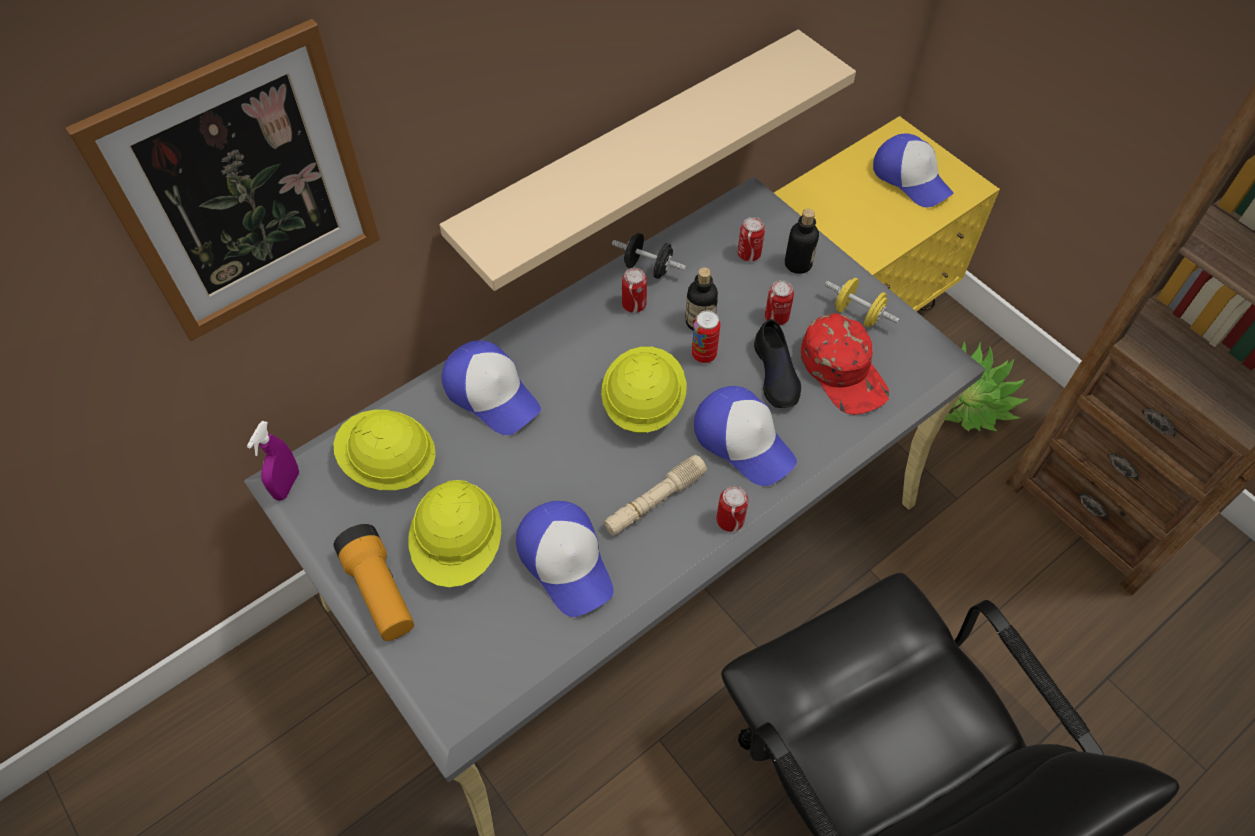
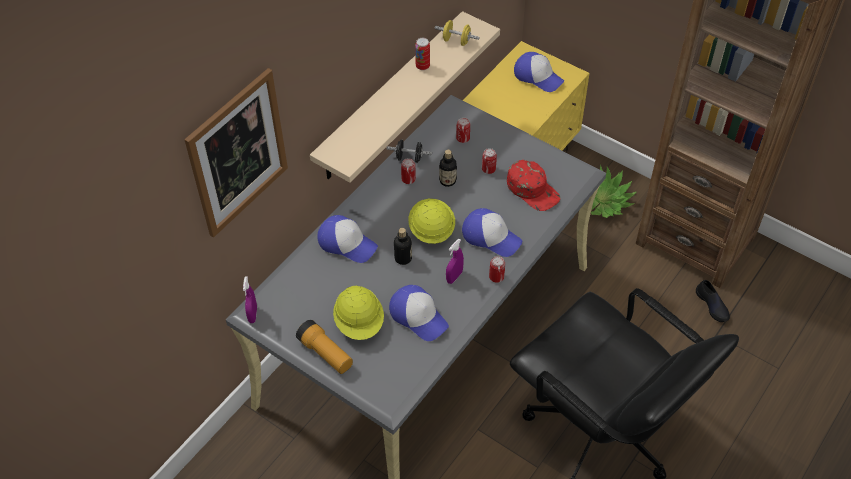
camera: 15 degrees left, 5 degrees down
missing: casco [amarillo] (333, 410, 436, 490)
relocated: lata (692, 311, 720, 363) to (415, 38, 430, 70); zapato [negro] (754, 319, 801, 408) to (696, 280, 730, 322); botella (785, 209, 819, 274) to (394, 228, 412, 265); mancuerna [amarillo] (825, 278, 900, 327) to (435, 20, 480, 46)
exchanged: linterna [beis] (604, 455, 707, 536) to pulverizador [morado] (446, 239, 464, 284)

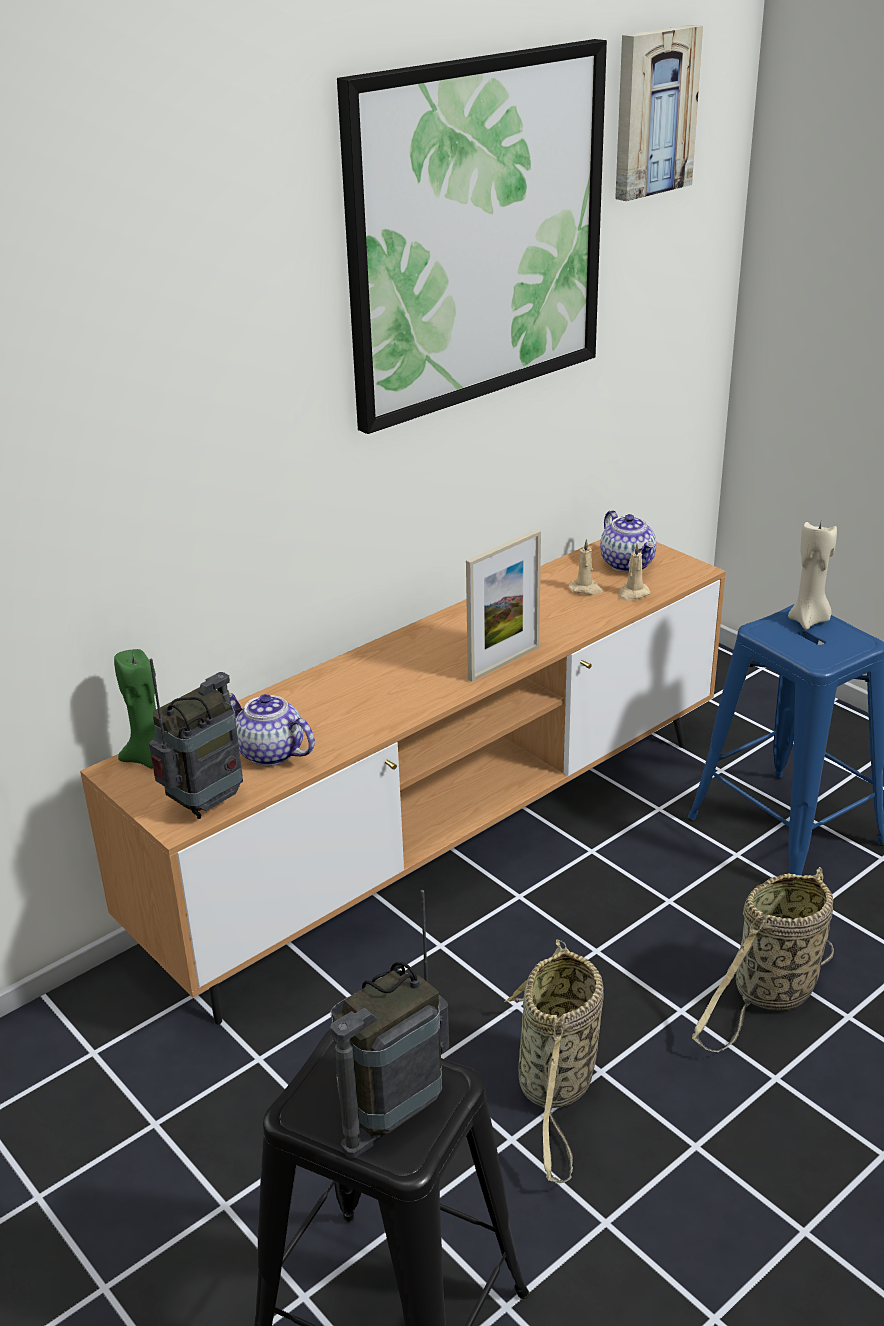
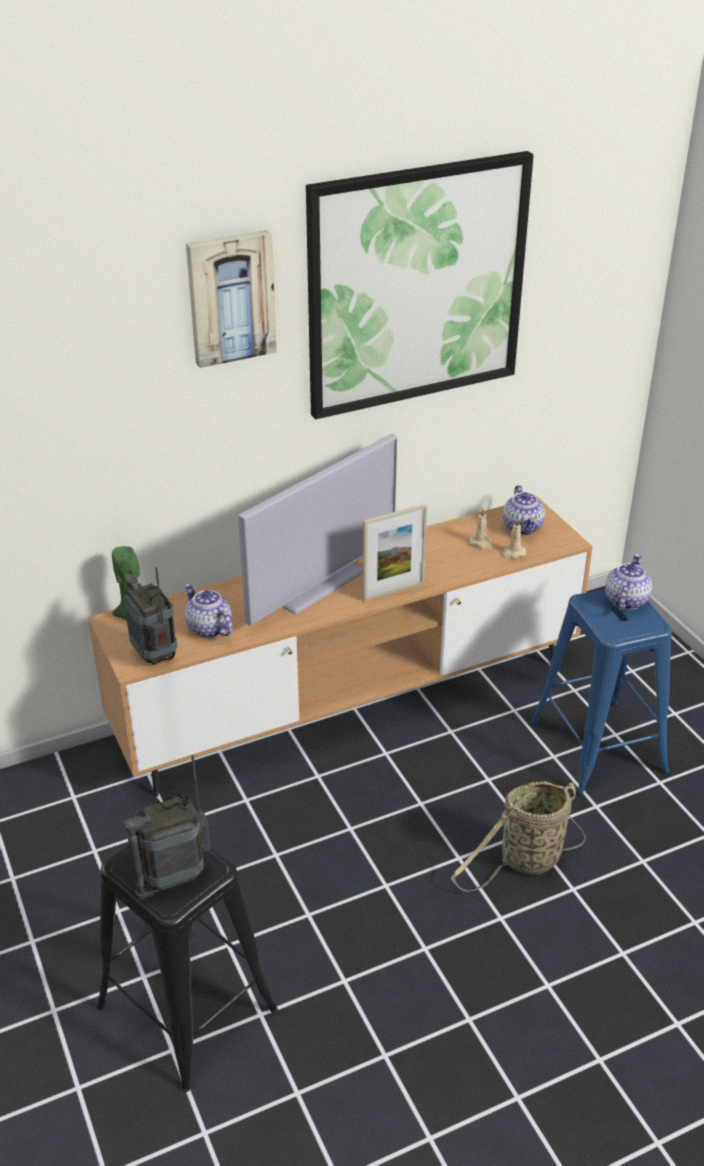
camera: 15 degrees right, 5 degrees up
missing: cesta (504, 939, 604, 1183)
appeared: televisor (238, 434, 397, 626)
relocated: cuadro (615, 25, 703, 201) to (186, 230, 277, 368)
exchanged: vela [beis] (788, 522, 837, 630) to tetera (605, 554, 652, 611)
spun: radio (149, 658, 243, 819) = (124, 567, 178, 665) 90 degrees counterclockwise

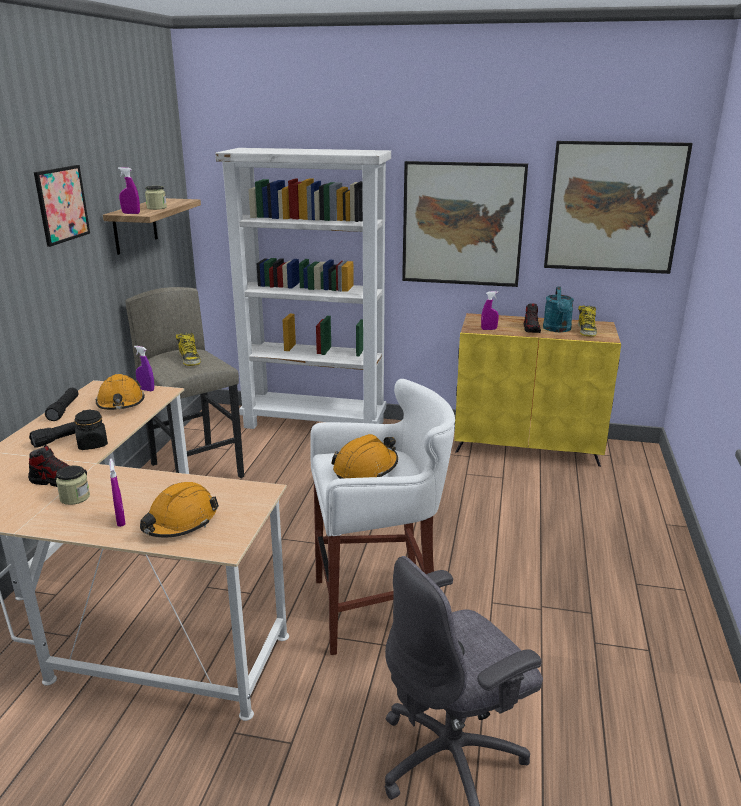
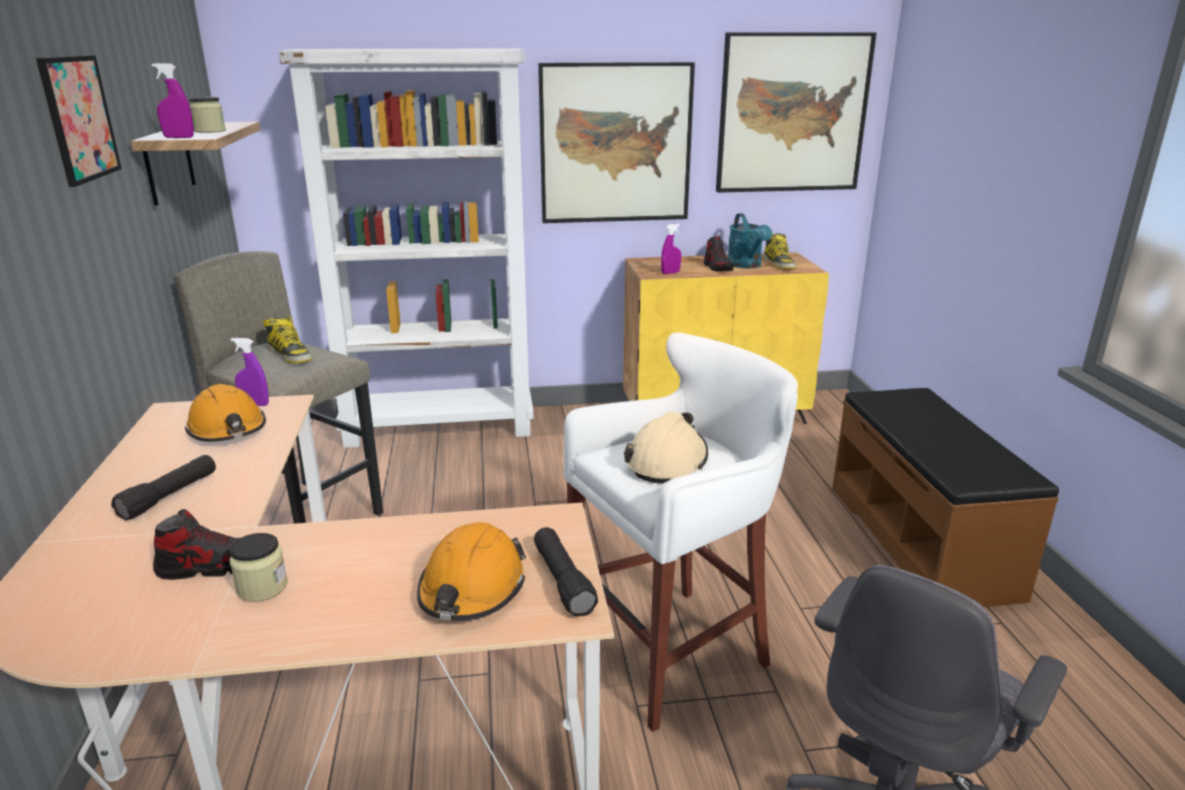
camera: 20 degrees left, 0 degrees up
missing: tarro [negro] (74, 409, 108, 450); pulverizador [morado] (109, 458, 126, 527)
appeared: banco [marrón] (832, 388, 1059, 607)
relocated: linterna [negro] (45, 388, 78, 421) to (534, 527, 598, 616)
colour: casco [naranja] (331, 434, 398, 479) to casco [beis] (624, 412, 708, 484)

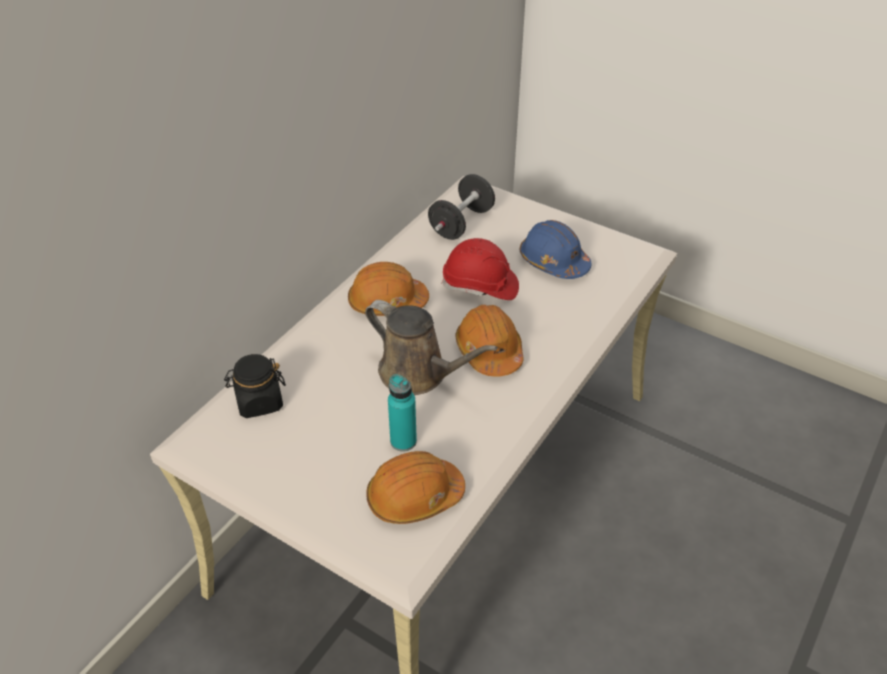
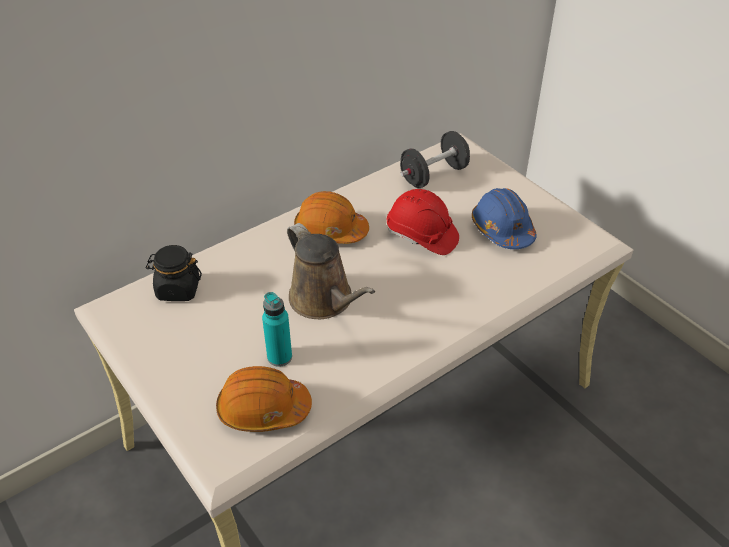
camera: 20 degrees right, 0 degrees up
missing: casco [naranja] (455, 305, 524, 377)

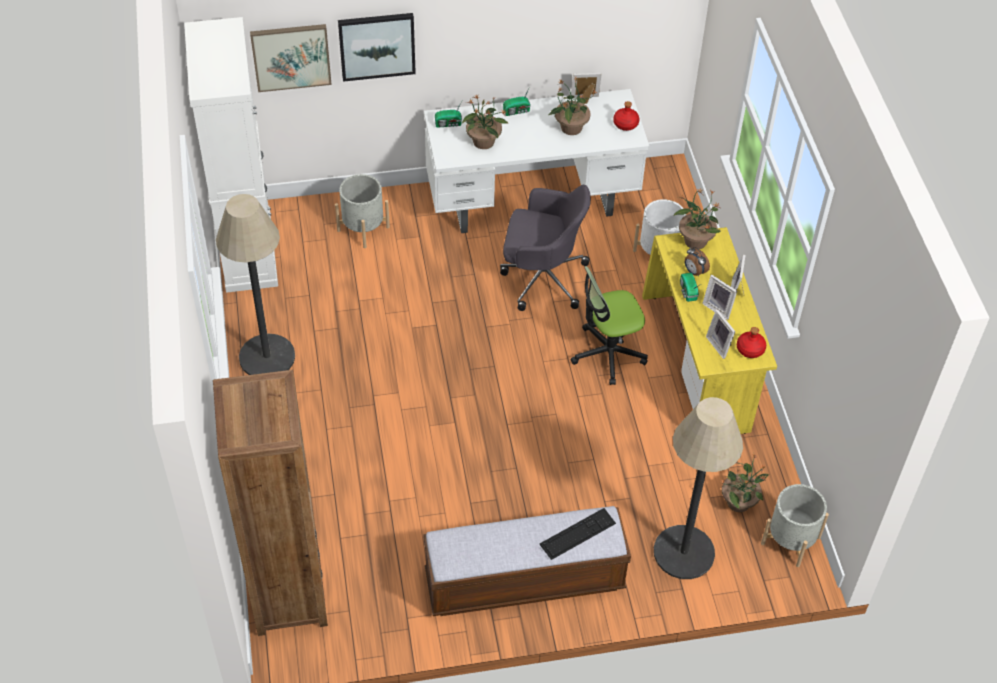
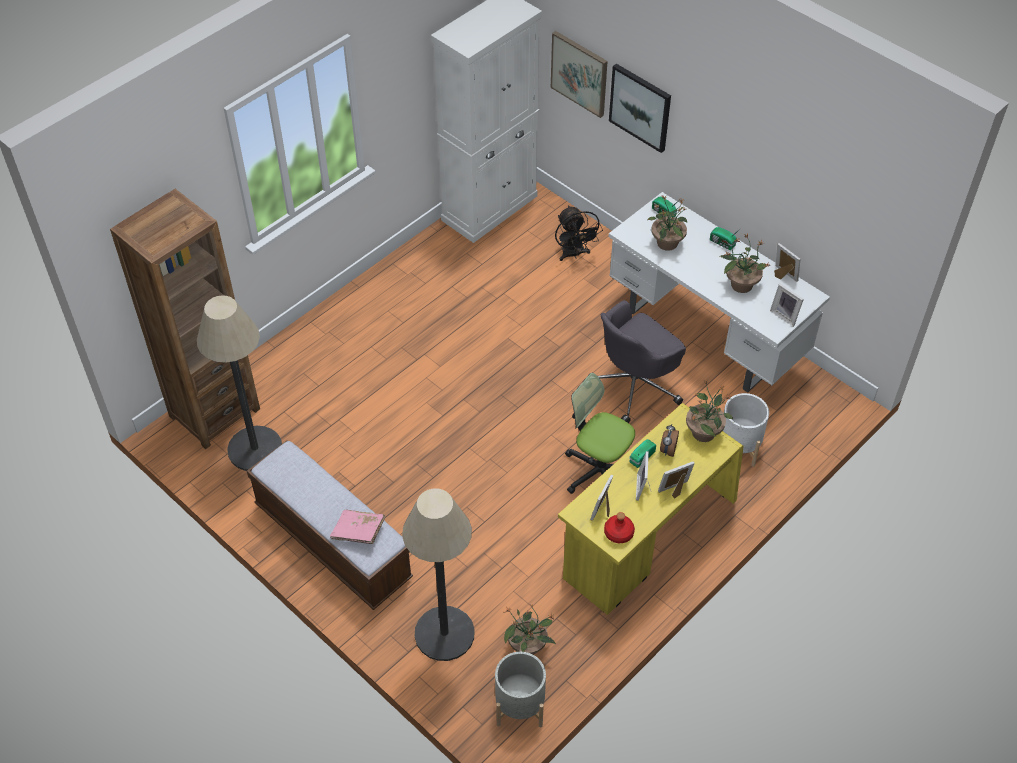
camera: 55 degrees right, 0 degrees up
relocated: lámpara de pie (216, 194, 295, 375) to (197, 295, 282, 471)
exchanged: maceta [gris] (335, 174, 390, 248) to ventilador [negro] (555, 205, 603, 261); teclado (539, 508, 616, 560) to libro [rosa] (330, 509, 385, 544); botella [rojo] (613, 101, 639, 131) to portarretratos (770, 284, 804, 327)
spun: silla de oficina [gris] (500, 185, 591, 311) = (598, 300, 686, 423) 75 degrees clockwise

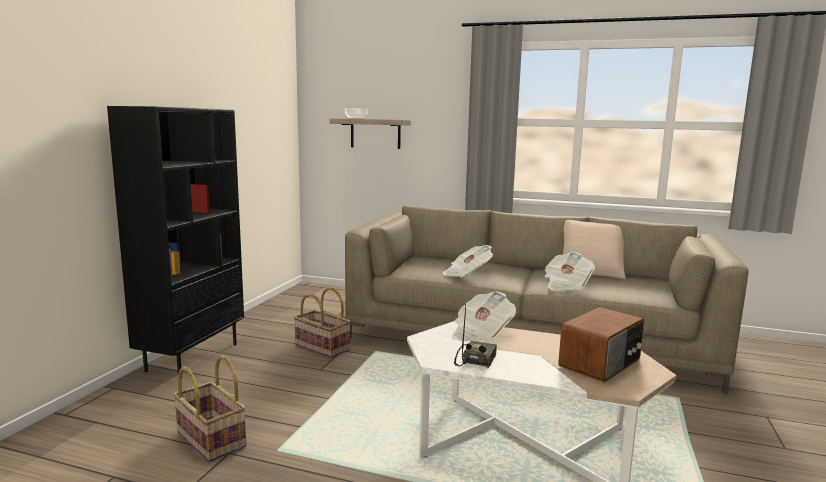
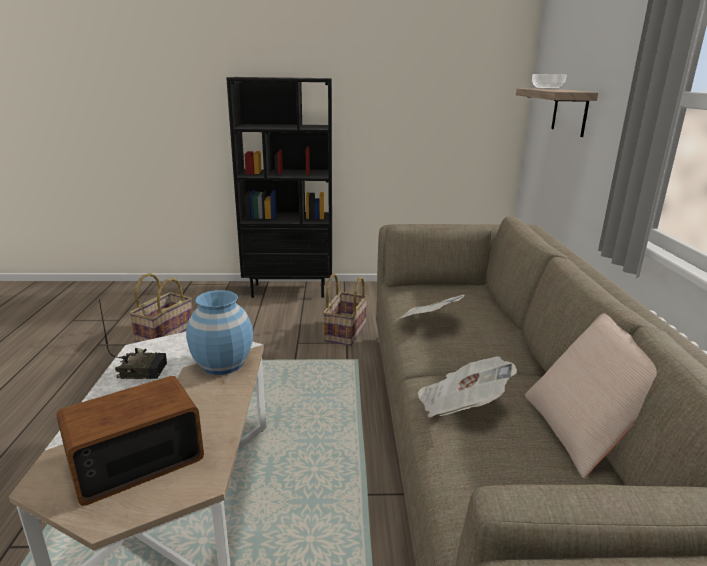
camera: 70 degrees right, 10 degrees up
exchanged: periódico (452, 292, 516, 343) to florero [azul] (186, 290, 253, 375)
spun: radio (558, 307, 644, 382) = (56, 376, 204, 506) 120 degrees clockwise

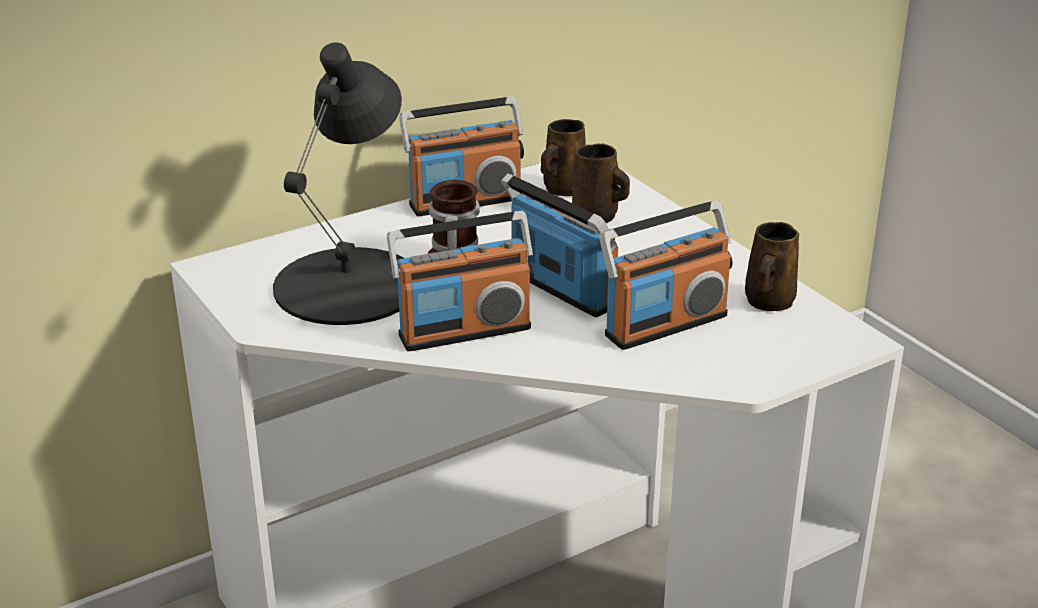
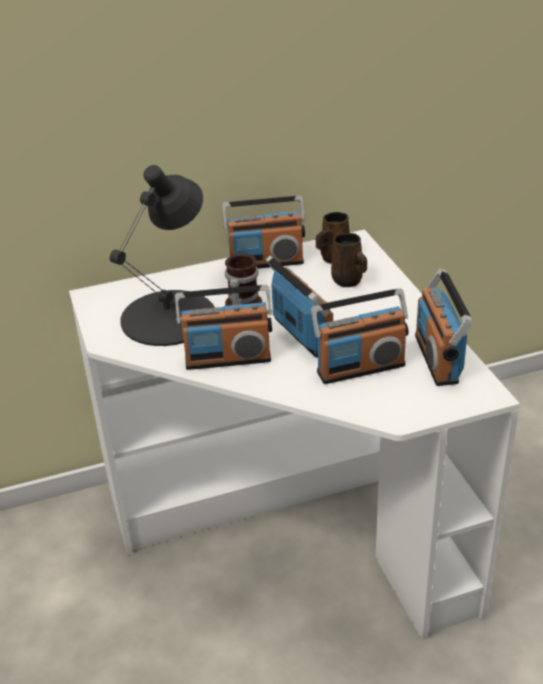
camera: 15 degrees right, 5 degrees up
exchanged: taza grande [marrón] (745, 222, 799, 311) to radio (415, 268, 473, 386)

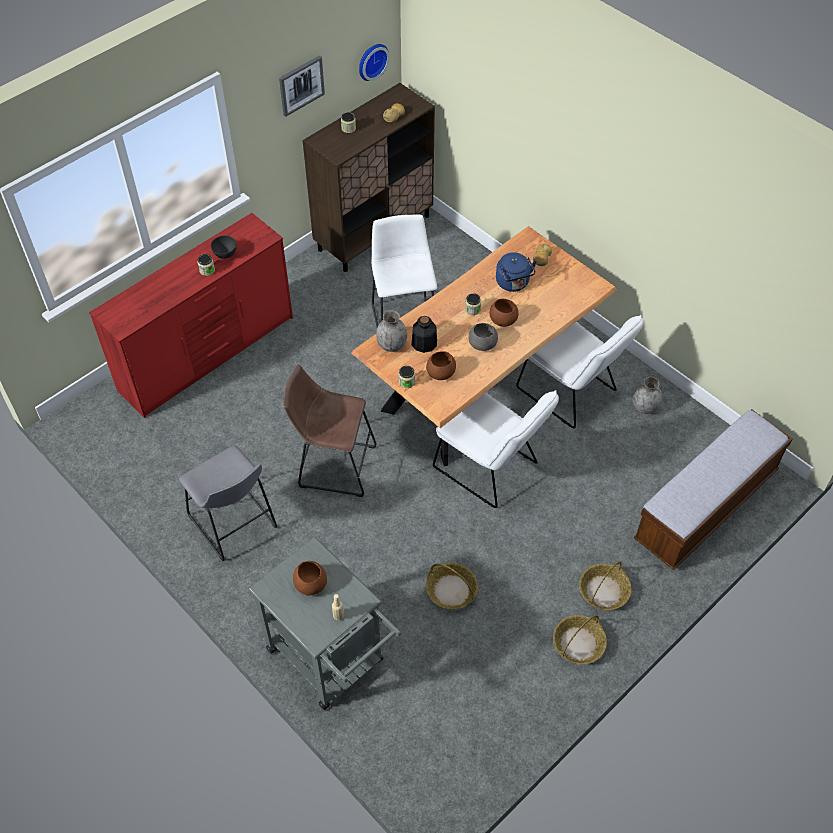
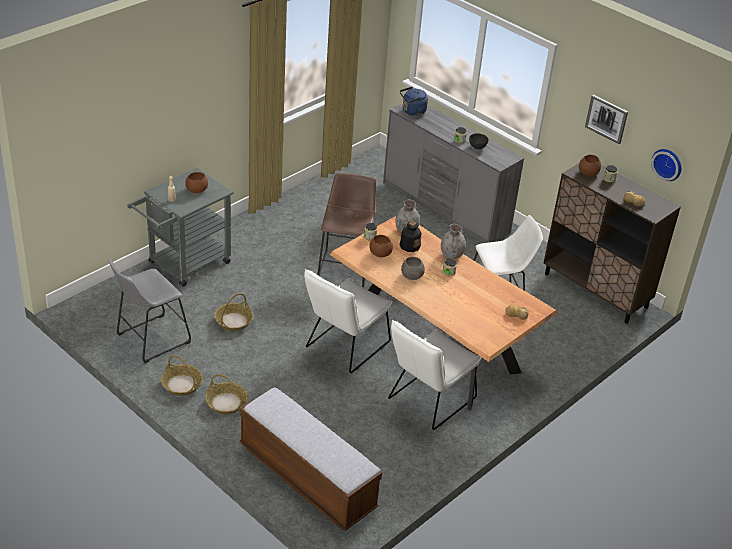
camera: 85 degrees right, 15 degrees down
relocated: taburete [gris] (179, 446, 277, 562) to (108, 258, 191, 363); cuenco [marrón] (489, 299, 519, 327) to (579, 155, 601, 176); hervidor [azul] (496, 252, 537, 292) to (400, 87, 428, 116); florero [gris] (633, 377, 662, 414) to (441, 224, 466, 259)
colour: cómoda [rojo] (89, 213, 293, 418) to cómoda [gris] (383, 103, 524, 243)

